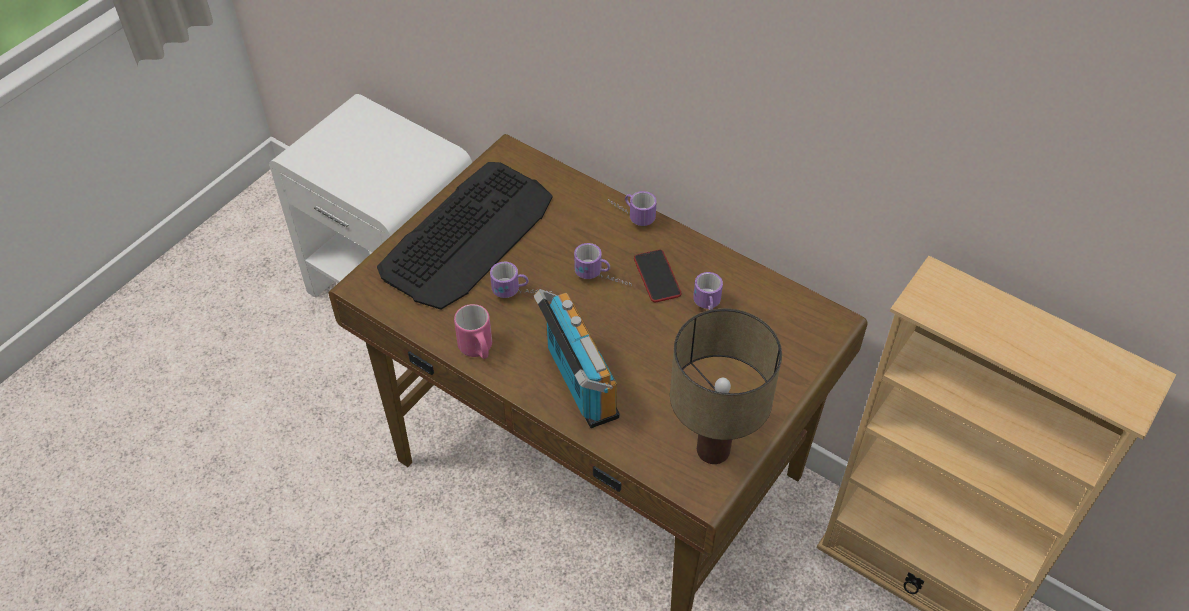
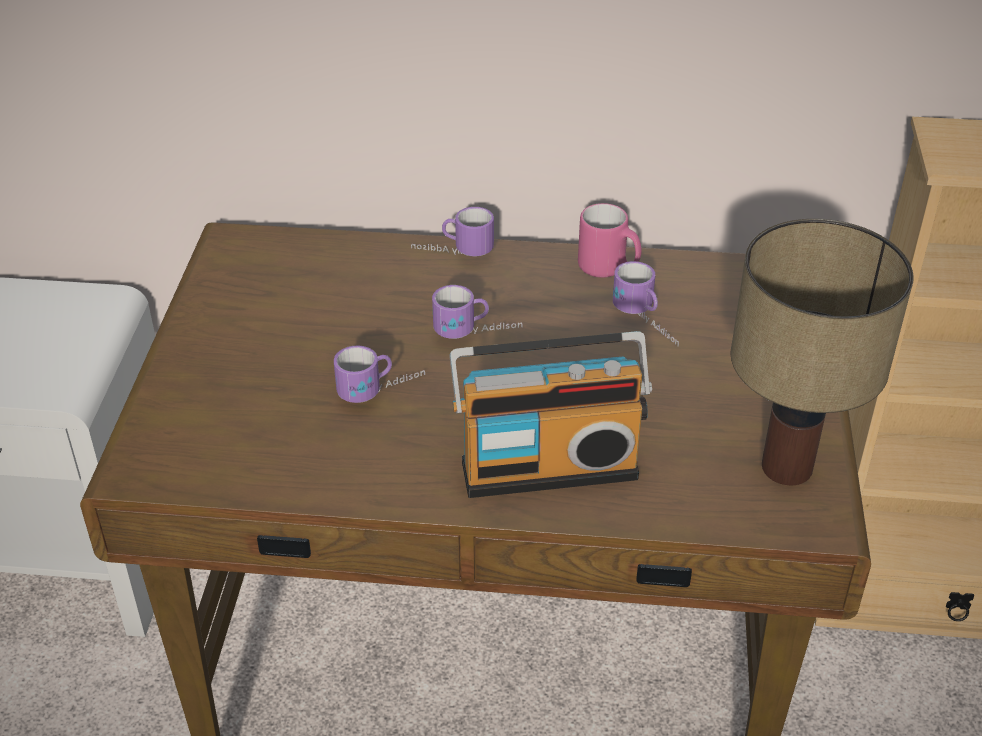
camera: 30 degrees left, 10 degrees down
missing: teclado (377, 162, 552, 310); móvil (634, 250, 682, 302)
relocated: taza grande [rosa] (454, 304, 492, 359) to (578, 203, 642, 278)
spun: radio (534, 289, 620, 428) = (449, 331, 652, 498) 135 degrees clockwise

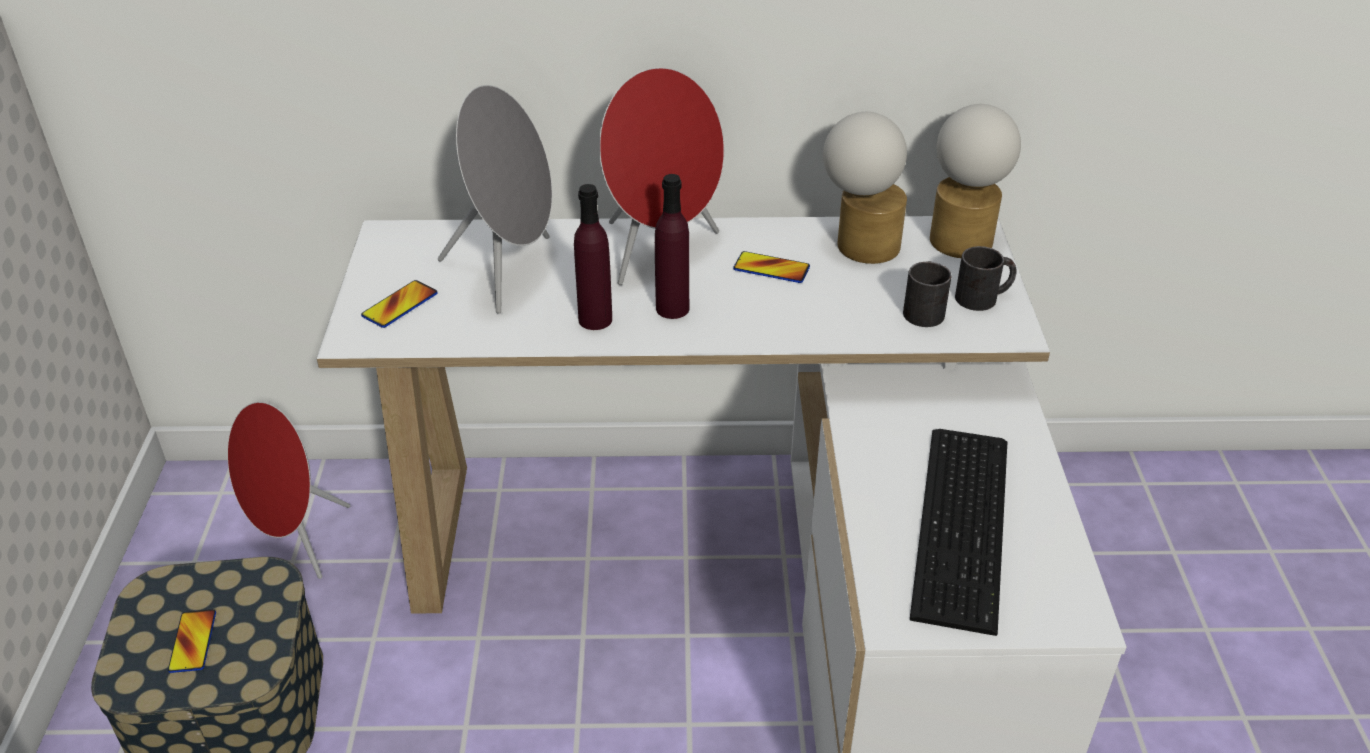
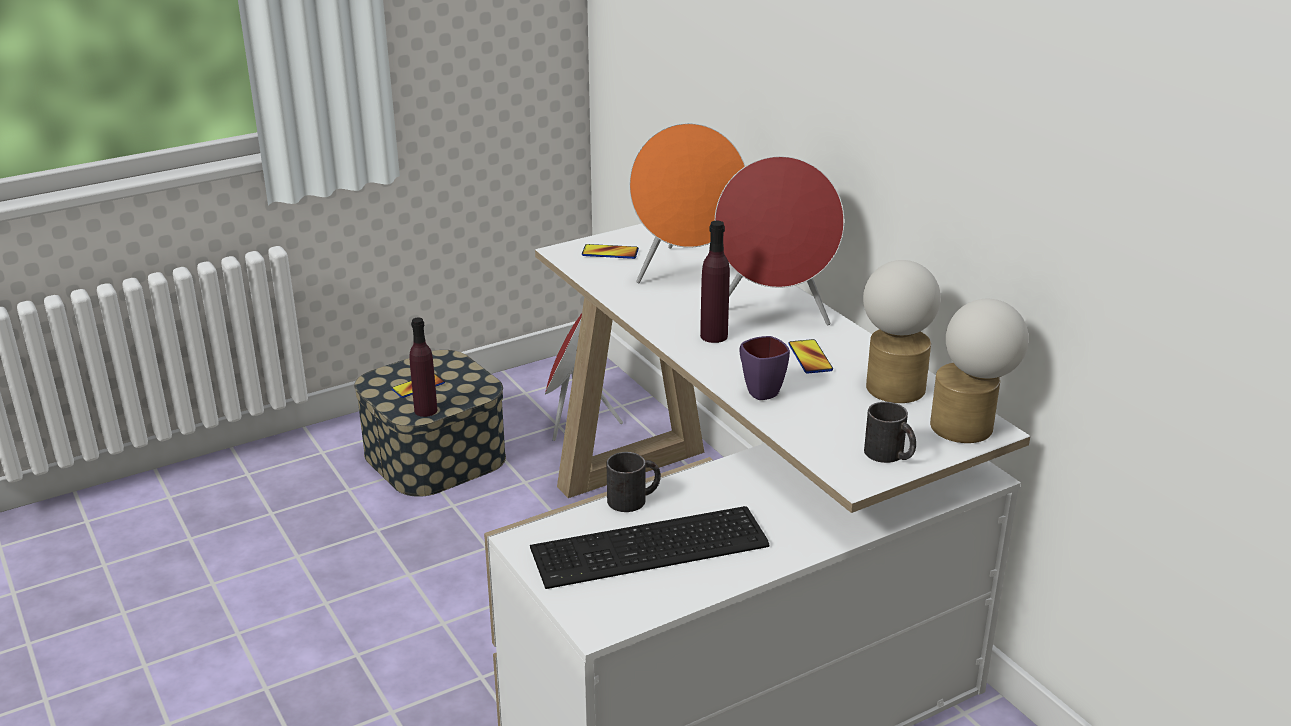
camera: 60 degrees right, 10 degrees down
appeared: taza grande [morado] (739, 336, 790, 400)
relocated: botella [morado] (574, 184, 612, 330) to (409, 317, 437, 417); taza grande [negro] (903, 261, 952, 327) to (607, 452, 661, 512)
colour: altavoz [gris] (438, 85, 552, 314) to altavoz [naranja] (629, 123, 745, 283)

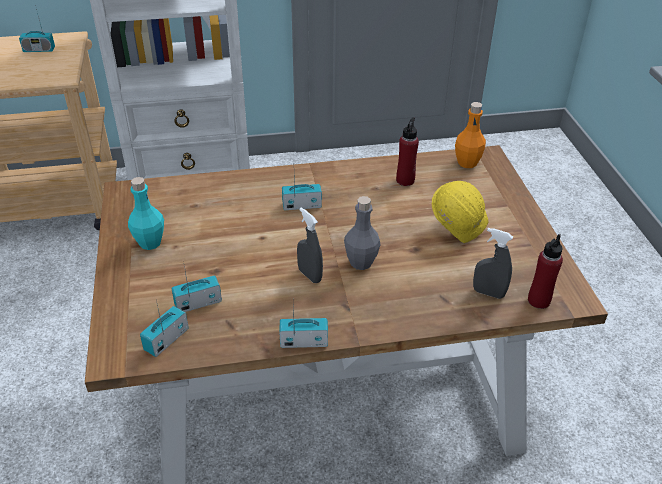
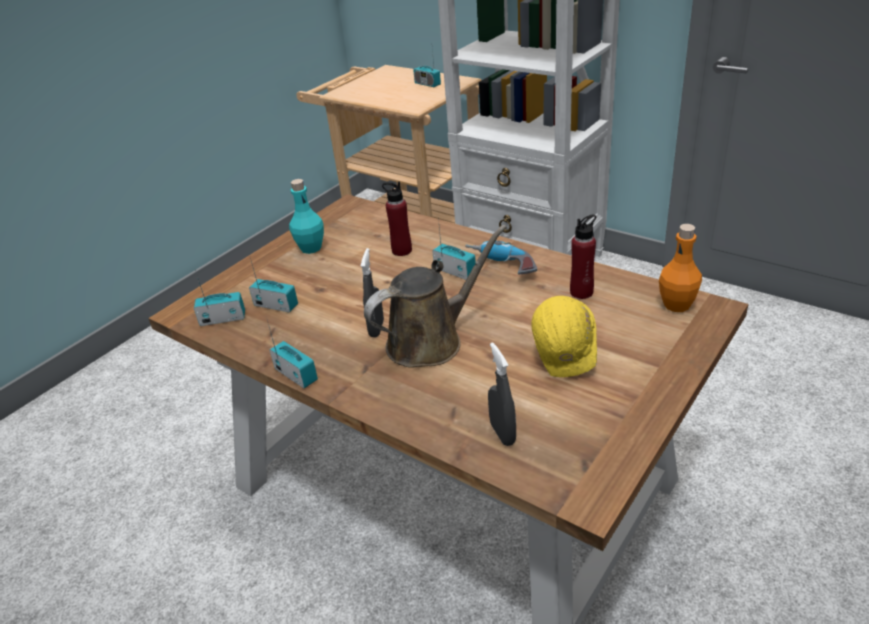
camera: 50 degrees right, 5 degrees down
appeared: taladro (465, 241, 537, 274)
relocated: botella [rojo] (528, 234, 563, 309) to (382, 182, 412, 256)
exchanged: botella [gris] (344, 196, 380, 270) to regadera [marrón] (364, 225, 507, 368)

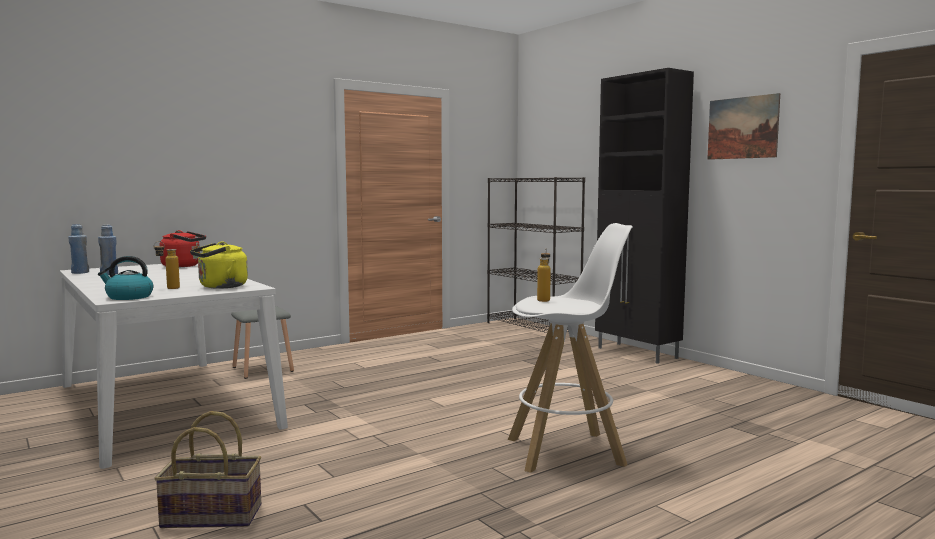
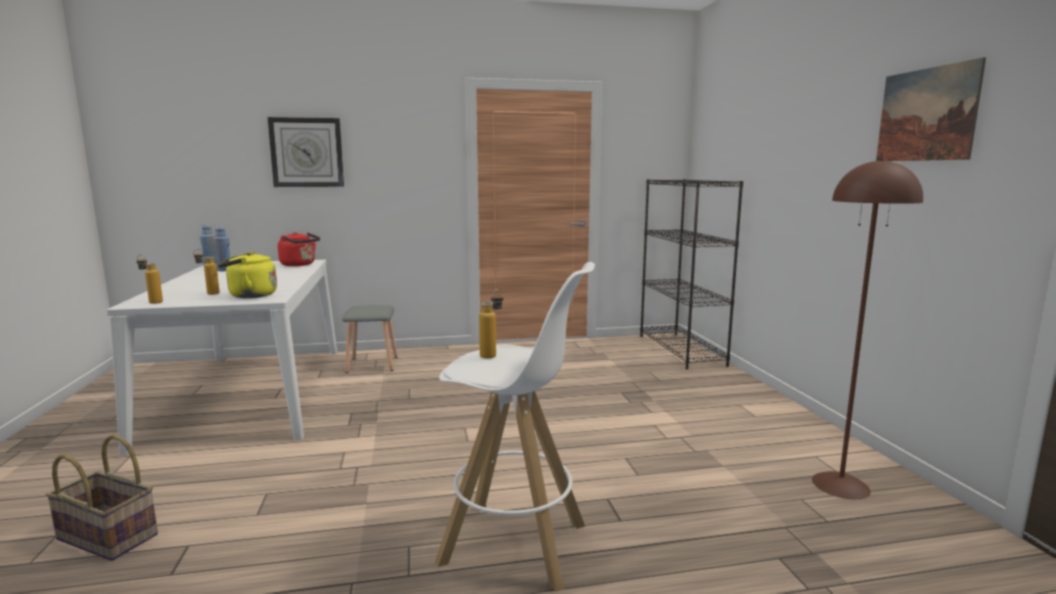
camera: 25 degrees right, 5 degrees up
missing: armario [negro] (595, 68, 694, 364)
appeared: reloj de pared (268, 117, 344, 187); lámpara de pie [marrón] (812, 159, 923, 499)
exchanged: hervidor (98, 256, 153, 300) to botella (136, 254, 163, 304)

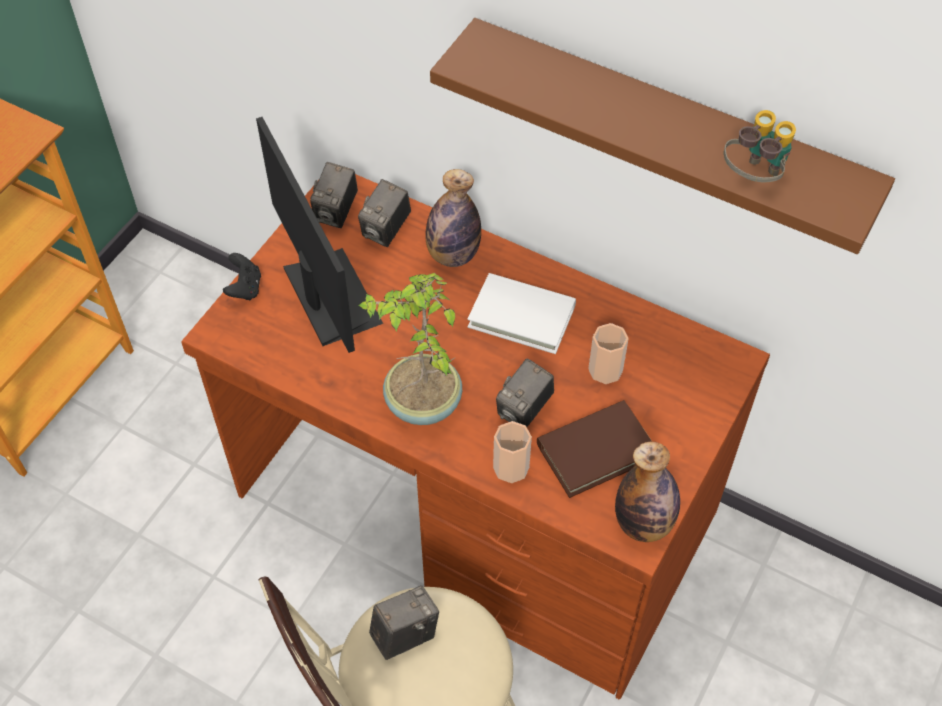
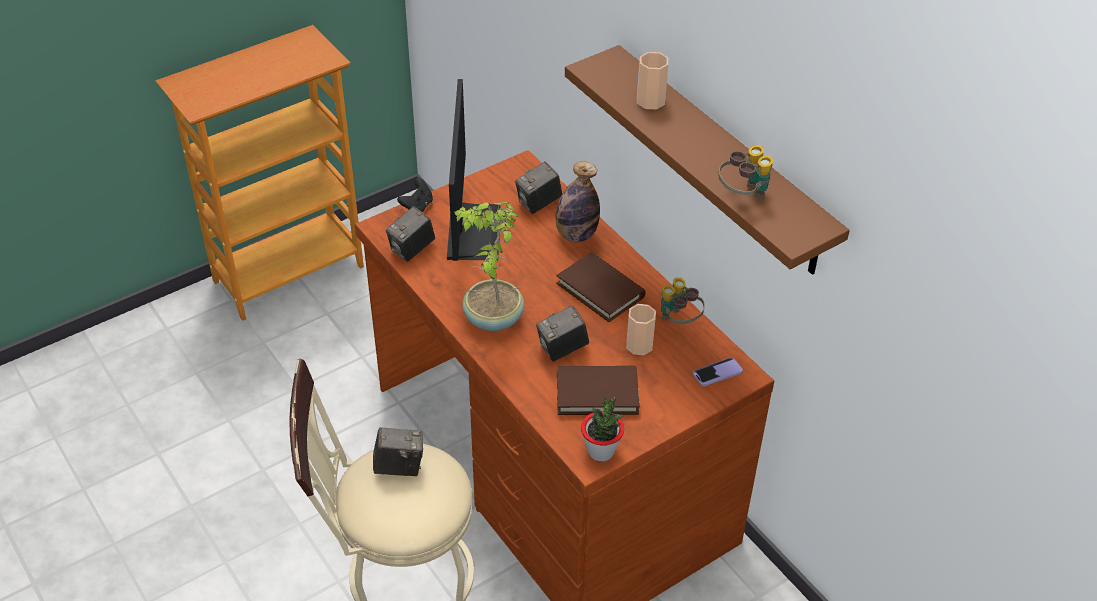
camera: 25 degrees right, 10 degrees down
appeared: prismáticos (661, 277, 705, 324); móvil (693, 358, 743, 386)
relocated: cámara (310, 162, 358, 228) to (386, 206, 435, 262); taza (493, 421, 532, 483) to (637, 52, 669, 109)
exchanged: botella (615, 441, 680, 542) to planta en maceta (581, 397, 624, 461)
colour: libro [blanco] (467, 273, 576, 354) to libro [marrón] (556, 252, 646, 322)

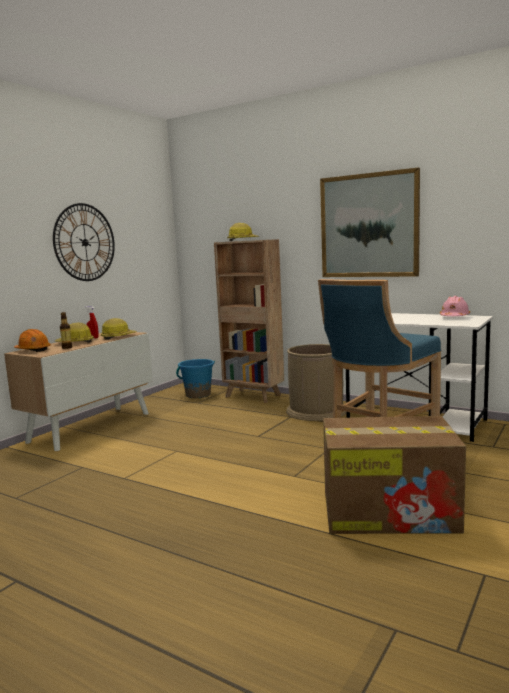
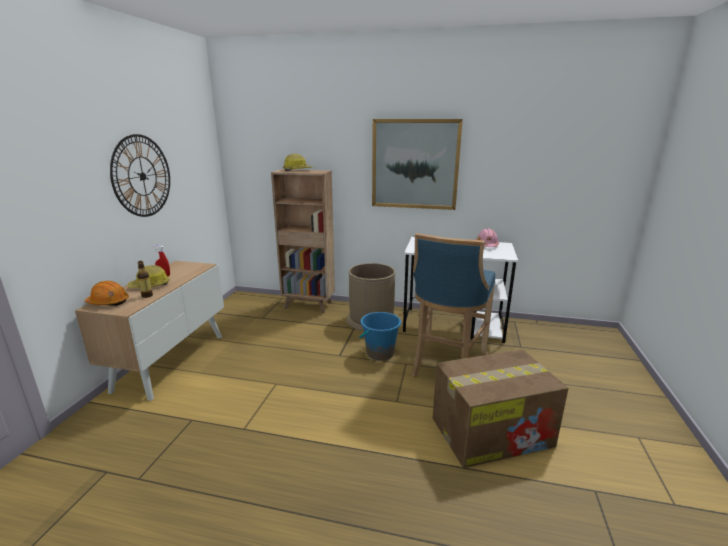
camera: 20 degrees left, 10 degrees up
missing: casco (101, 318, 137, 340)
relocated: cubo [azul] (176, 359, 215, 398) to (359, 312, 401, 361)

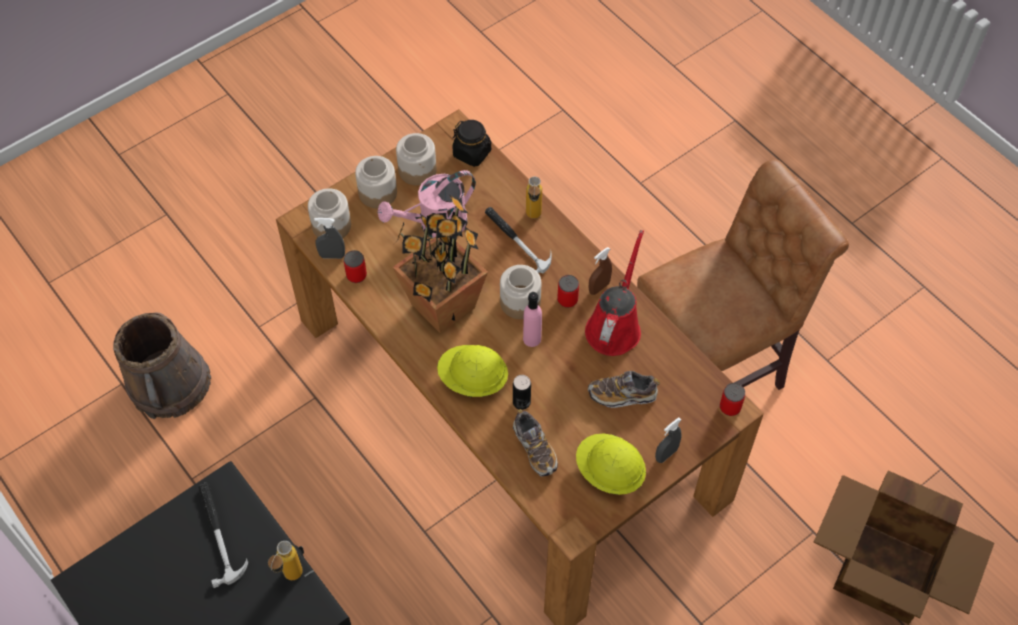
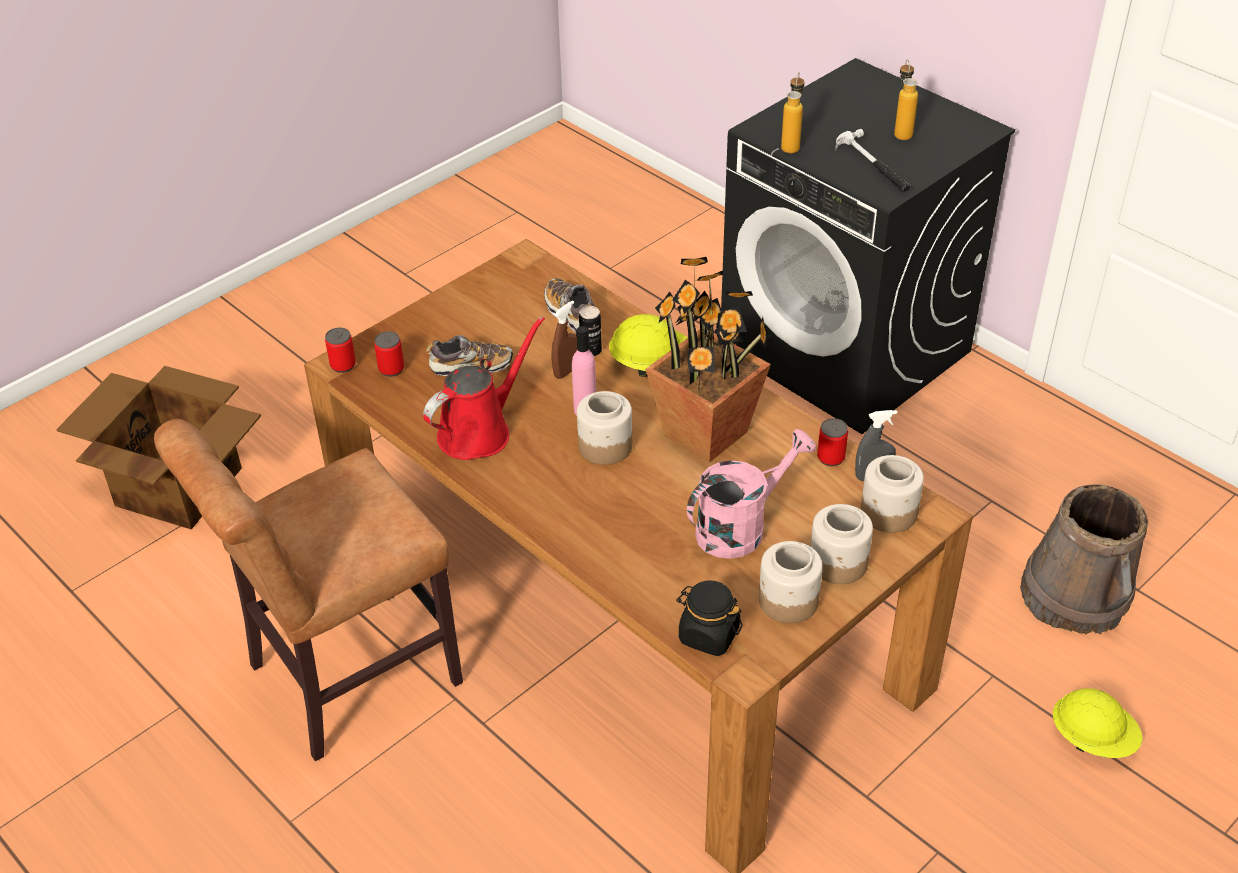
camera: 175 degrees right, 15 degrees down
missing: martillo (485, 207, 552, 273); pulverizador [gris] (655, 418, 681, 463)
relocated: botella (526, 177, 542, 219) to (894, 59, 918, 140); lata (557, 275, 579, 308) to (374, 331, 404, 377); casco [amarillo] (576, 433, 646, 495) to (1053, 688, 1142, 758); pulverizador [marrón] (589, 247, 612, 295) to (551, 300, 577, 379)
spun: regadera [rojo] (585, 230, 644, 356) = (423, 316, 545, 460) 150 degrees counterclockwise

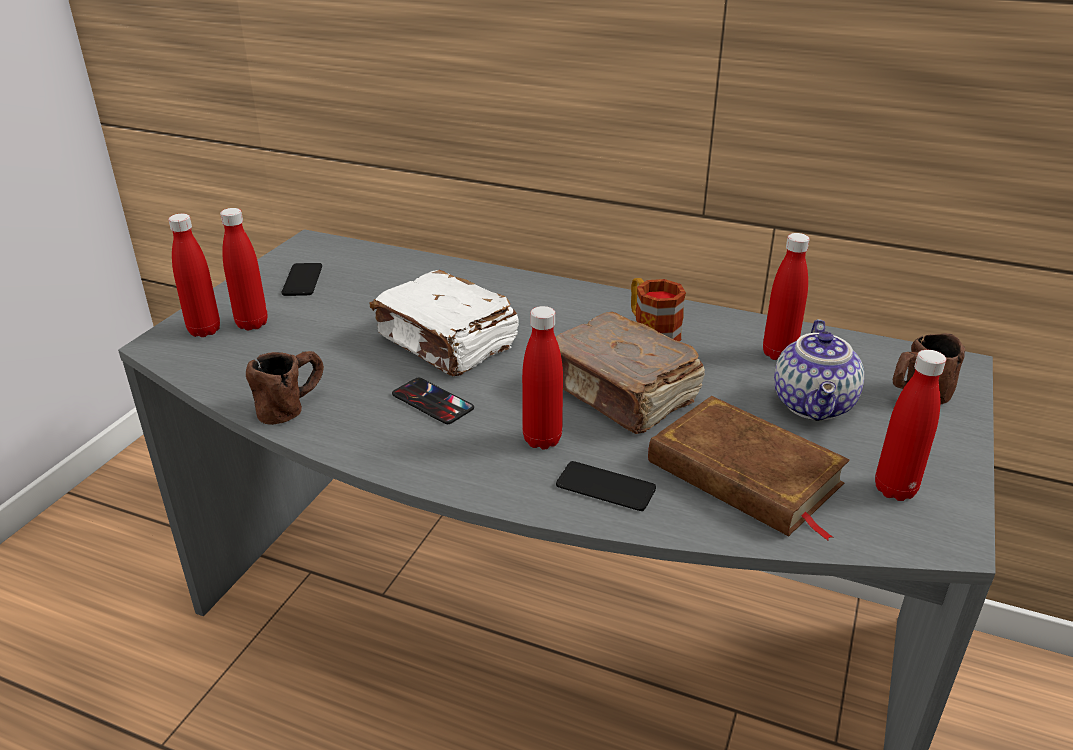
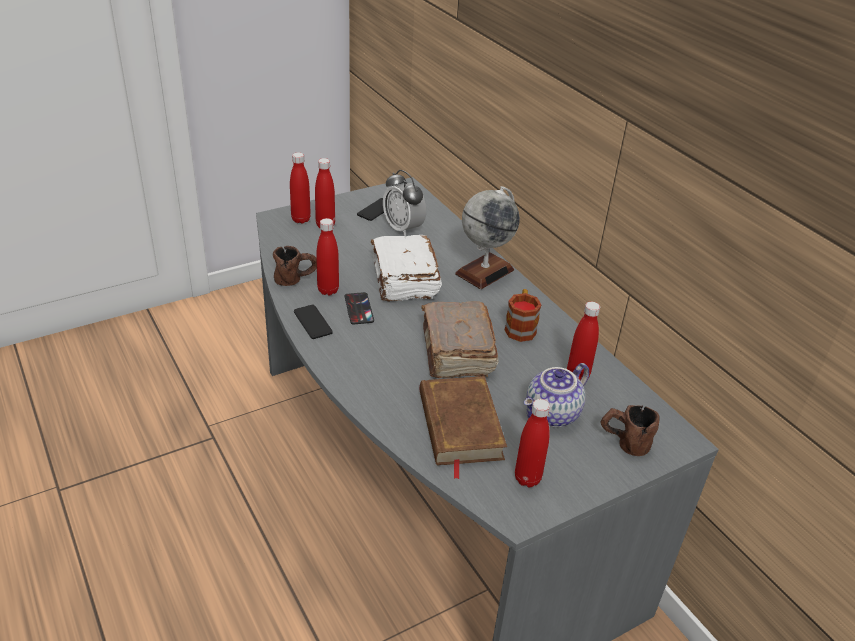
camera: 35 degrees right, 5 degrees up
appeared: despertador (383, 170, 426, 237); globo terráqueo (455, 186, 520, 289)
relocated: botella [rojo] (522, 306, 563, 450) to (316, 218, 339, 295); móvil (556, 461, 656, 511) to (294, 305, 333, 339)

